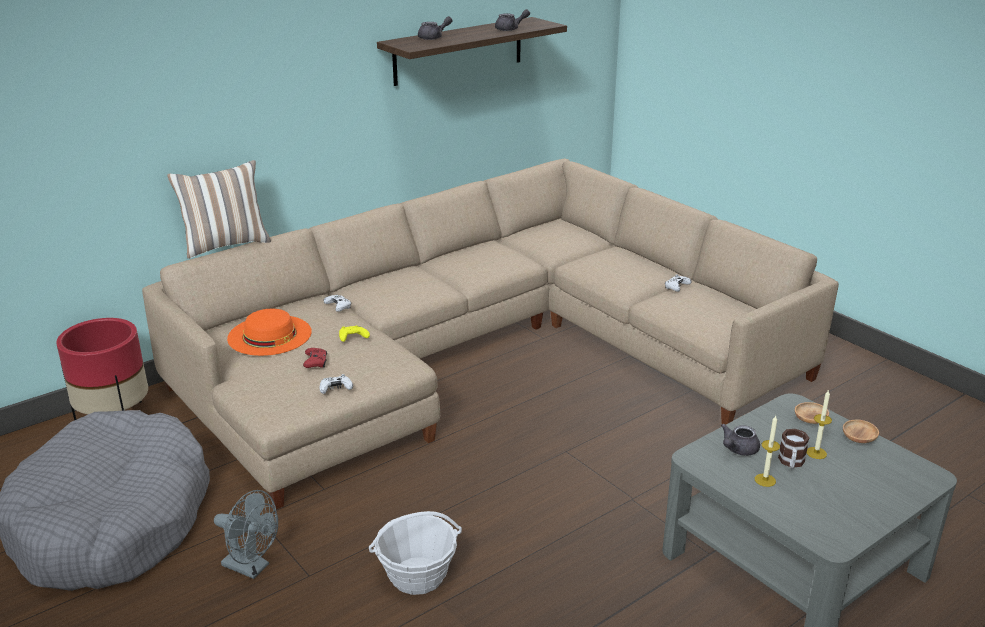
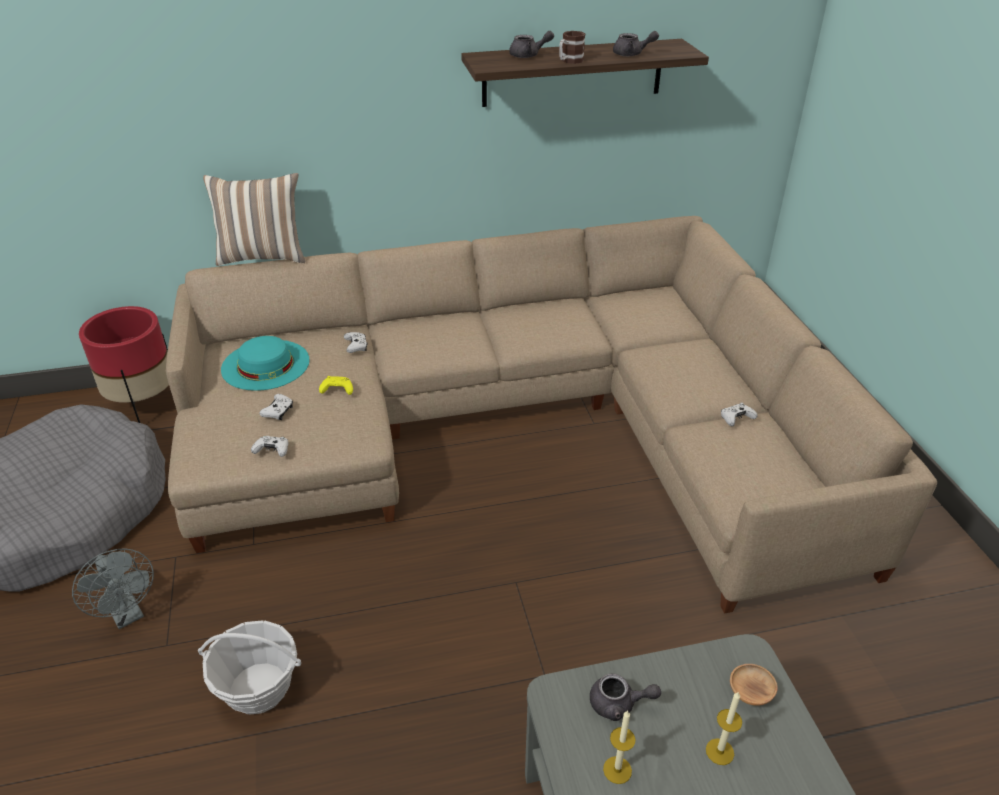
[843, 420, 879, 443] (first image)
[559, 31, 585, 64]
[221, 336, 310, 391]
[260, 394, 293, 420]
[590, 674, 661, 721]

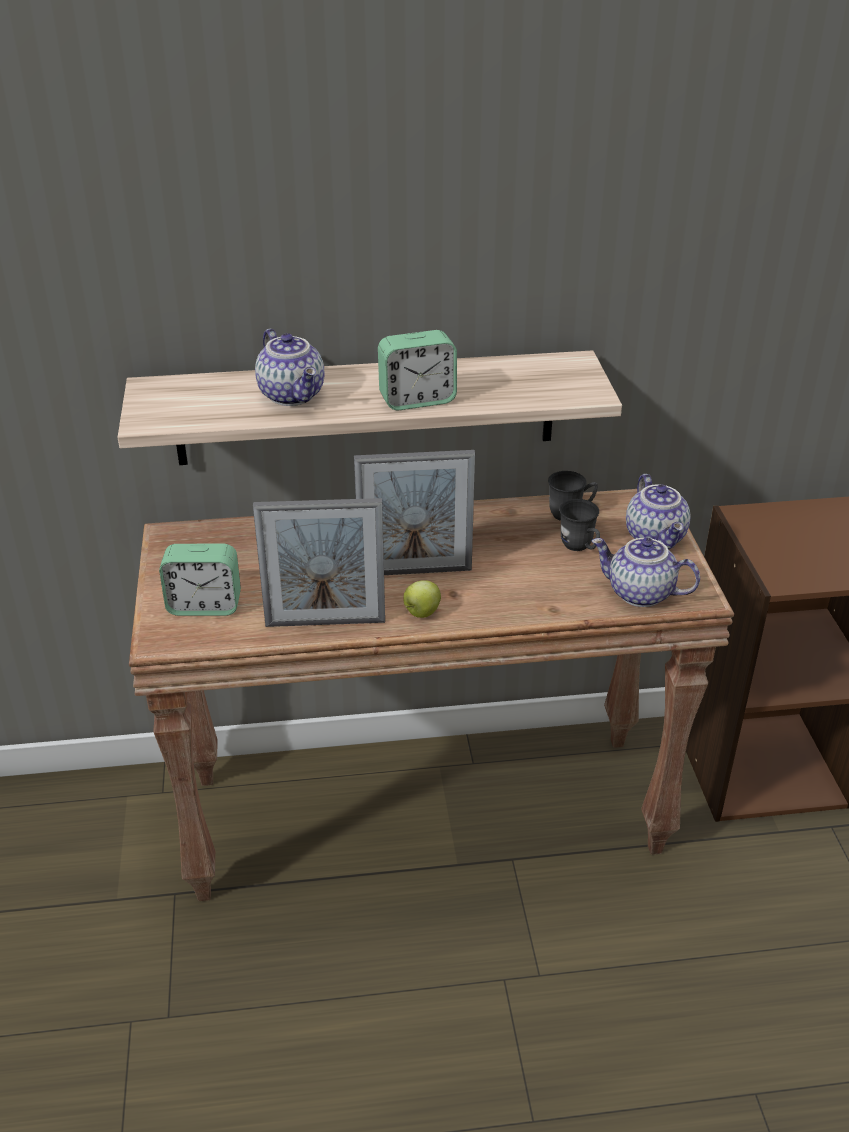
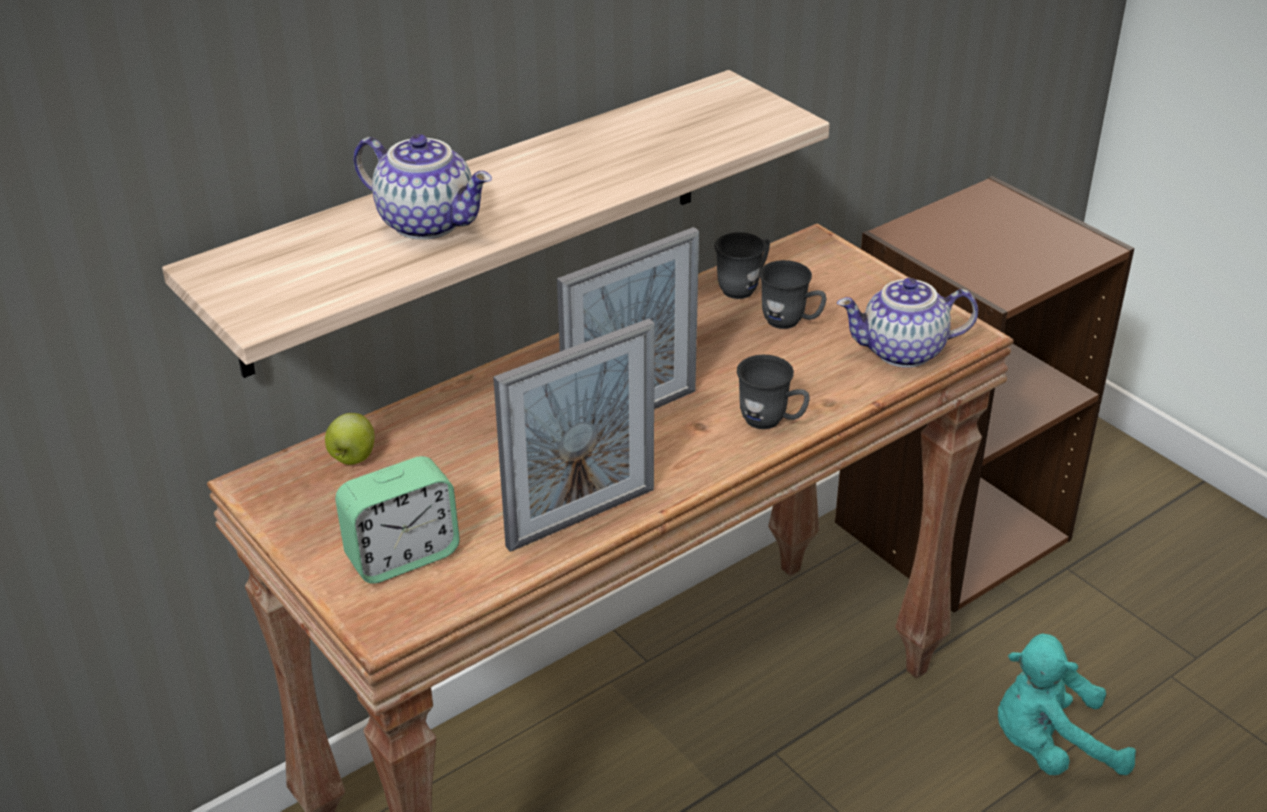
[378, 330, 457, 411] (first image)
[626, 474, 691, 550] (first image)
[737, 355, 810, 429]
[998, 633, 1136, 775]
[325, 413, 375, 465]

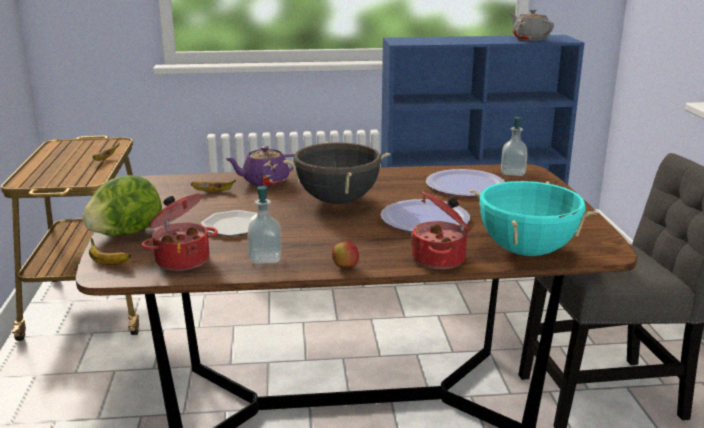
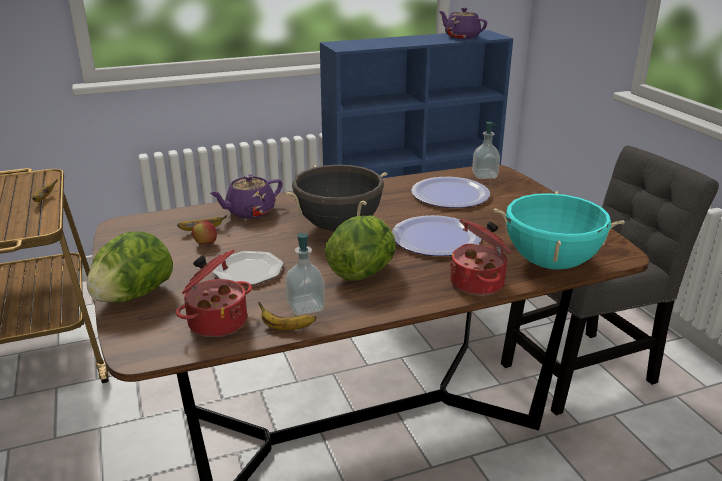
[325, 215, 396, 281]
[258, 302, 316, 330]
[192, 221, 217, 245]
[439, 8, 487, 39]

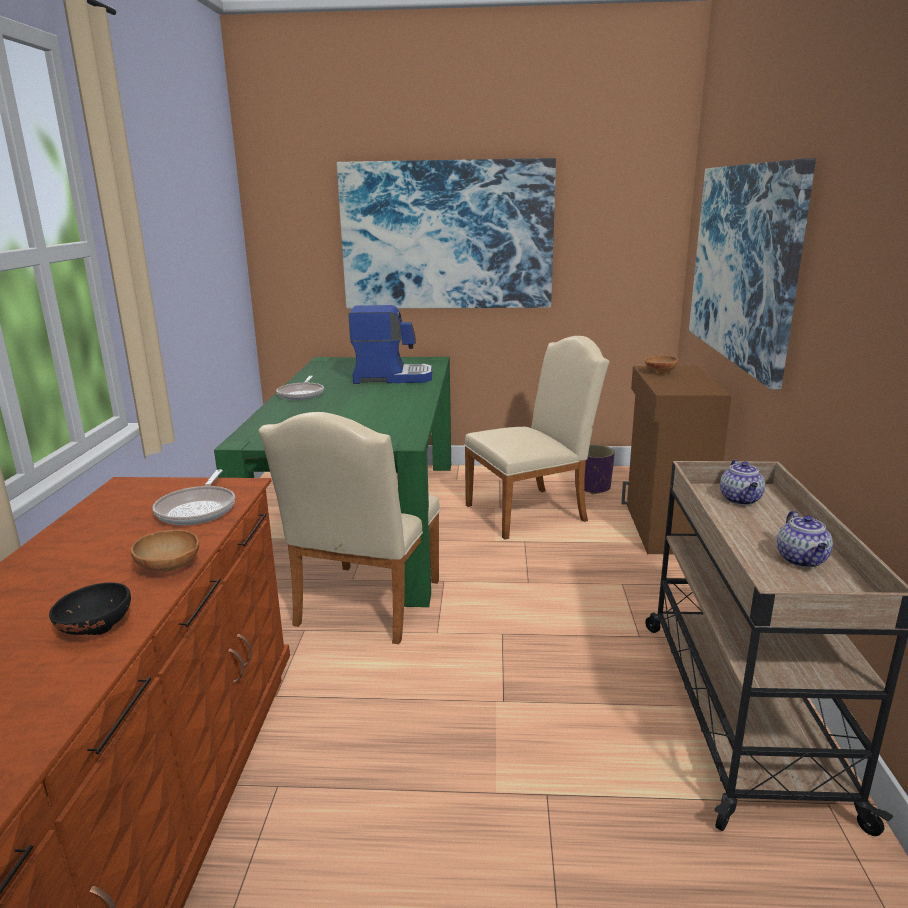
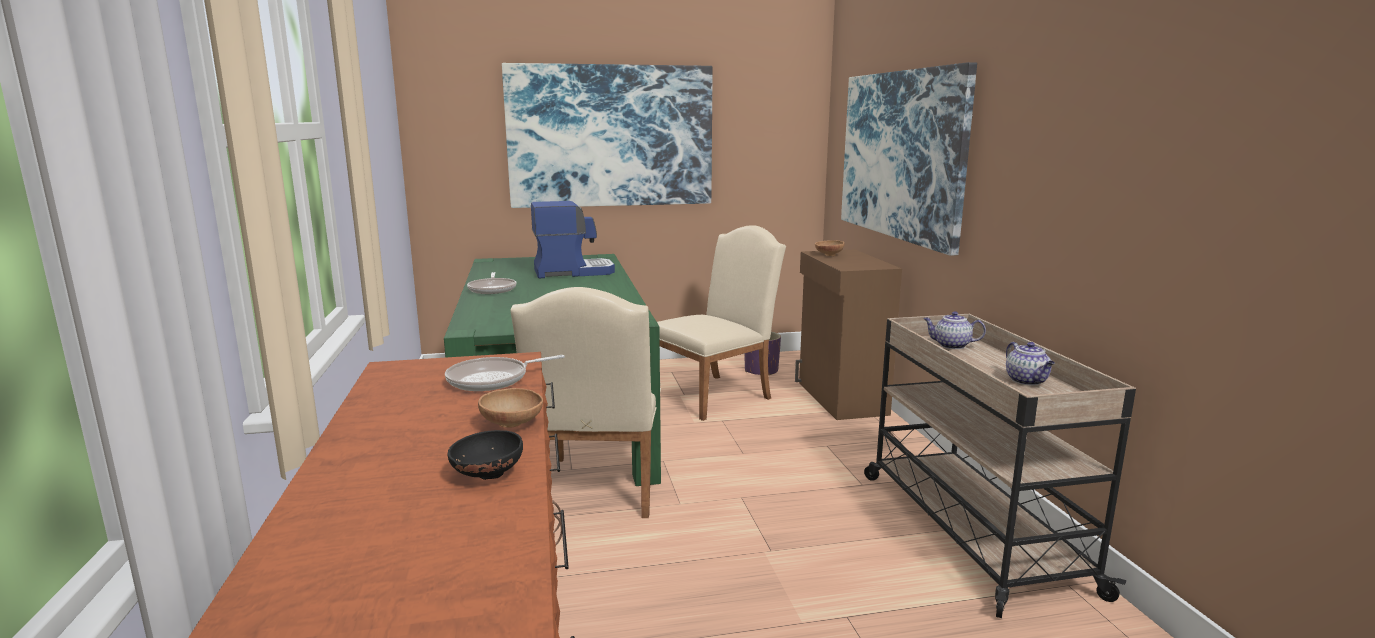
[445, 355, 565, 391]
[923, 311, 986, 349]

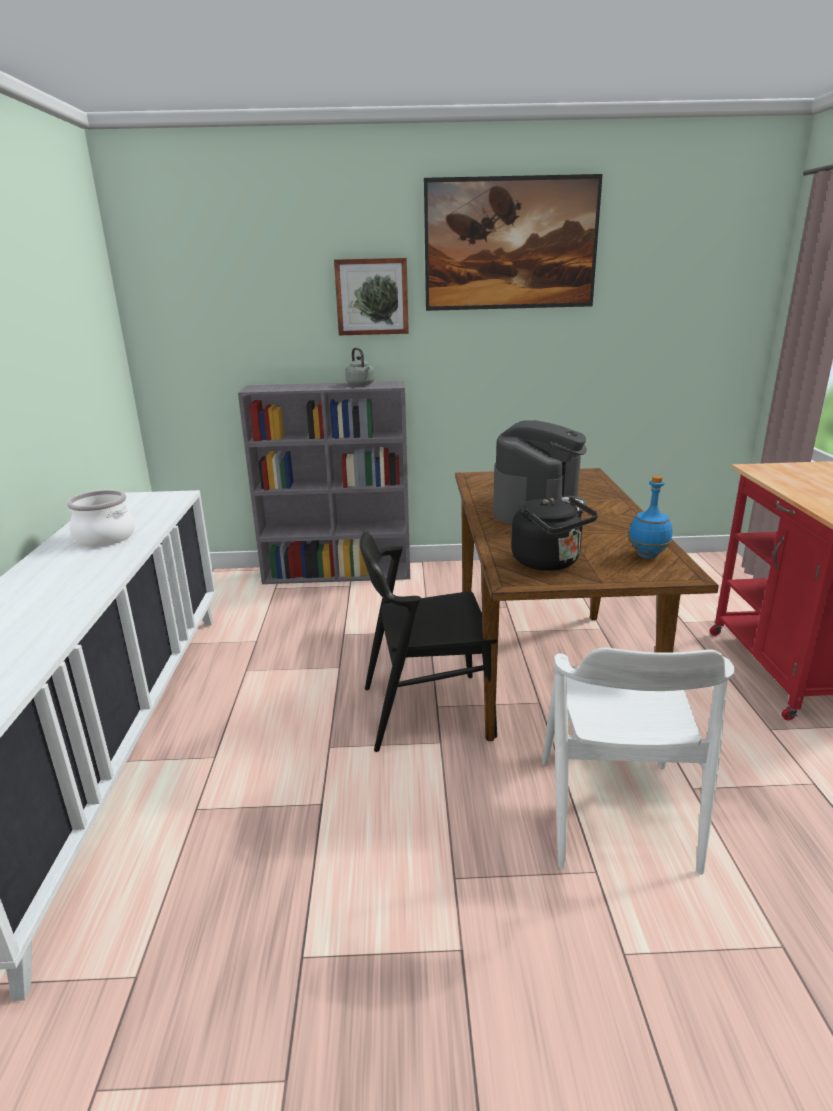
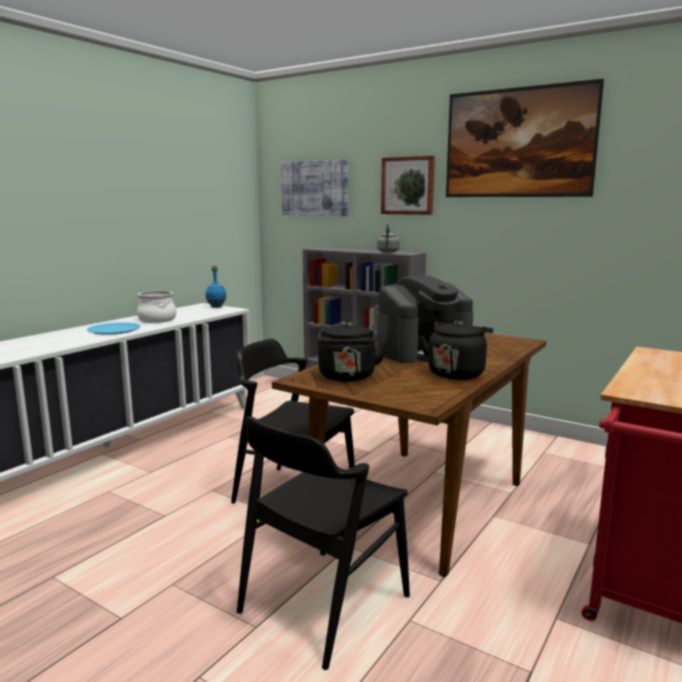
[87, 322, 140, 335]
[281, 159, 348, 216]
[419, 321, 493, 380]
[205, 266, 227, 308]
[237, 416, 410, 670]

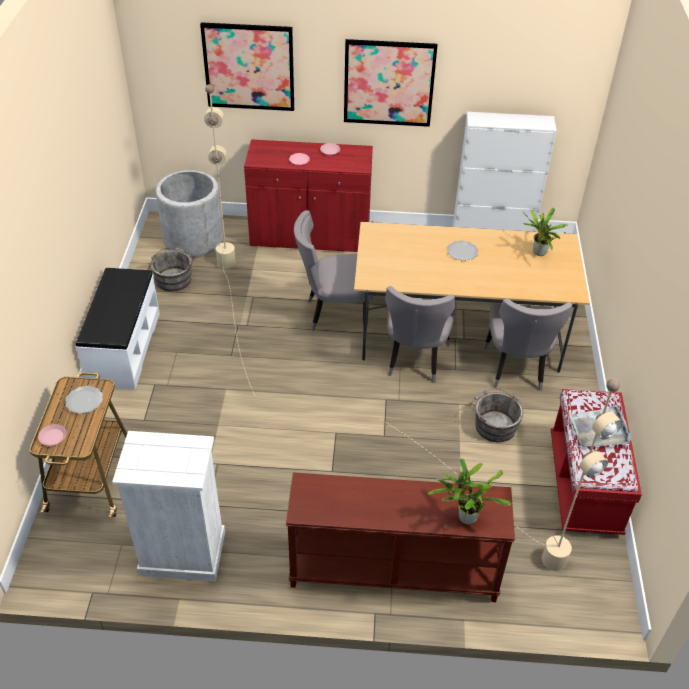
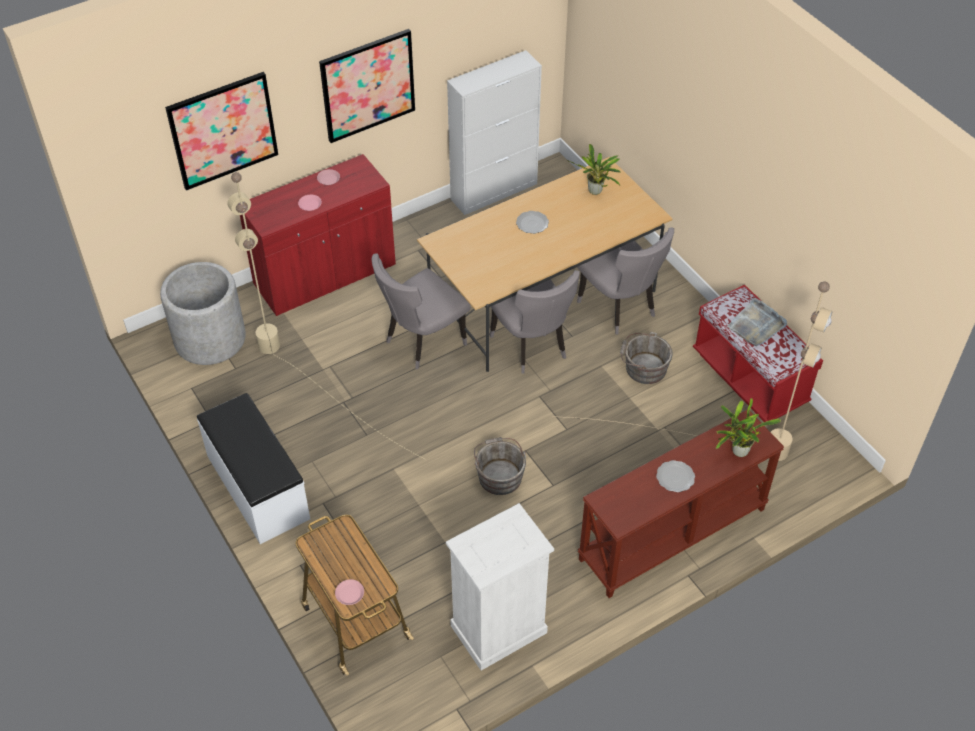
[656, 460, 695, 492]
[474, 437, 526, 495]

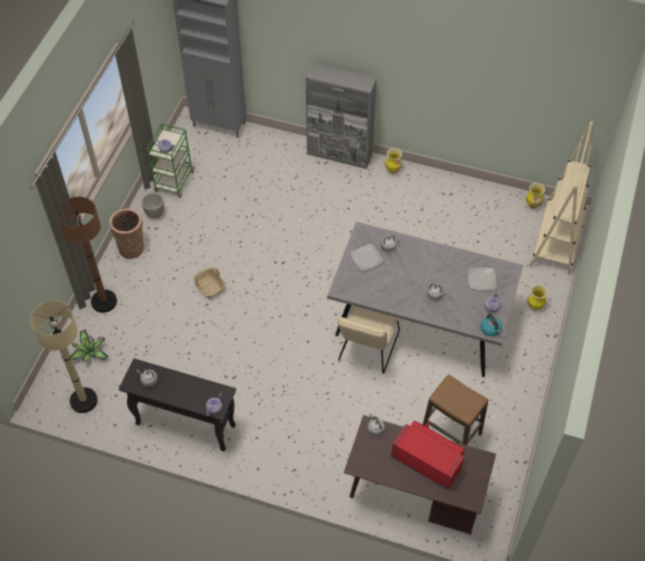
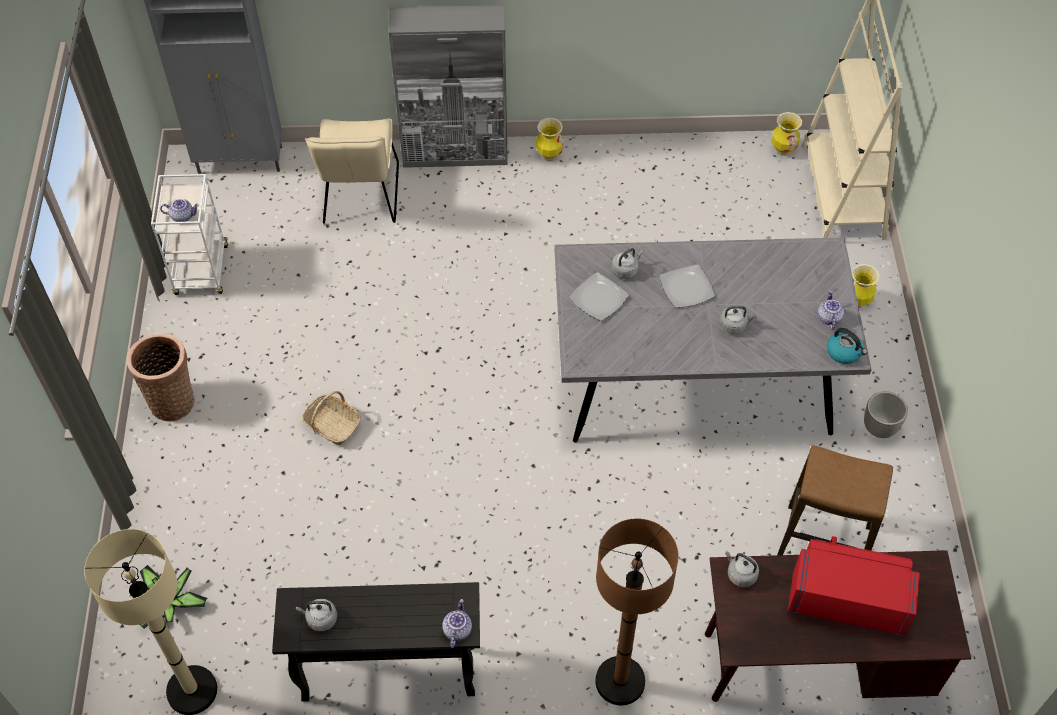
[595, 518, 679, 705]
[864, 391, 908, 438]
[305, 118, 399, 224]
[659, 265, 715, 308]
[151, 174, 228, 295]

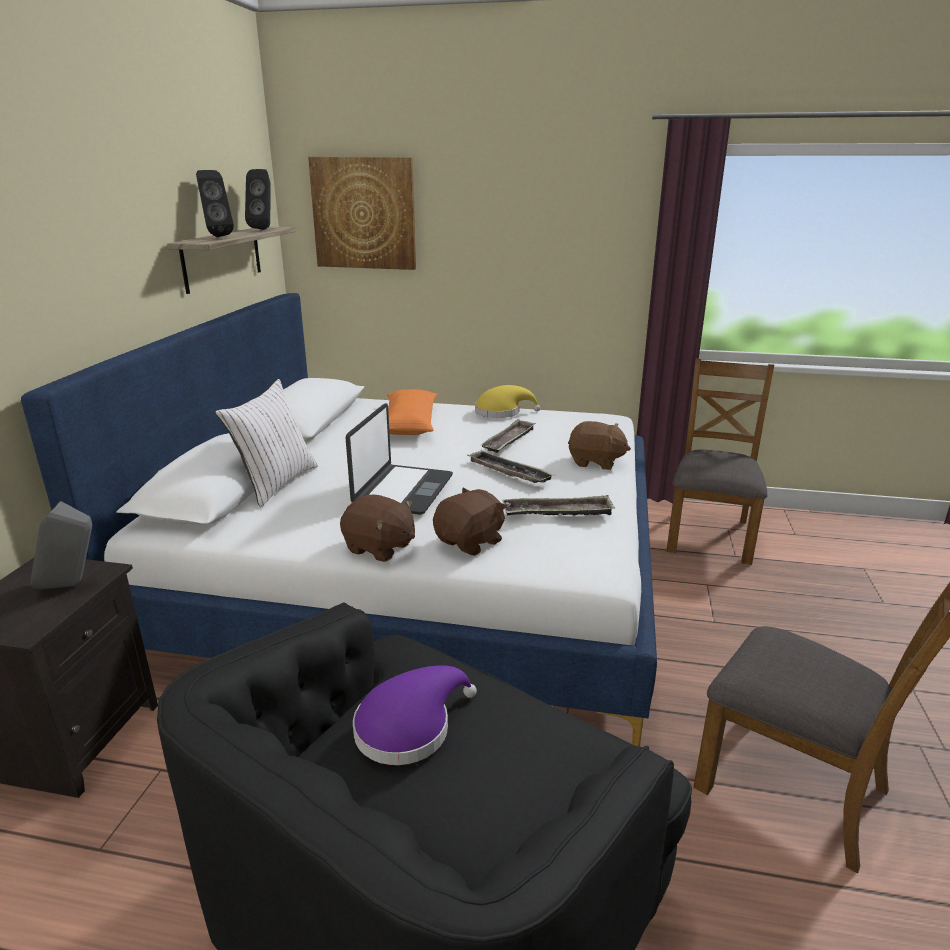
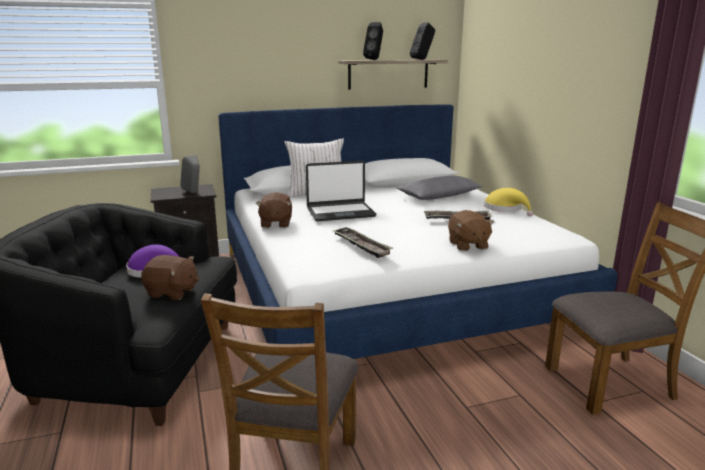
[308, 157, 416, 270] (first image)
[467, 450, 555, 483] (first image)
[141, 255, 199, 300]
[397, 176, 483, 200]

